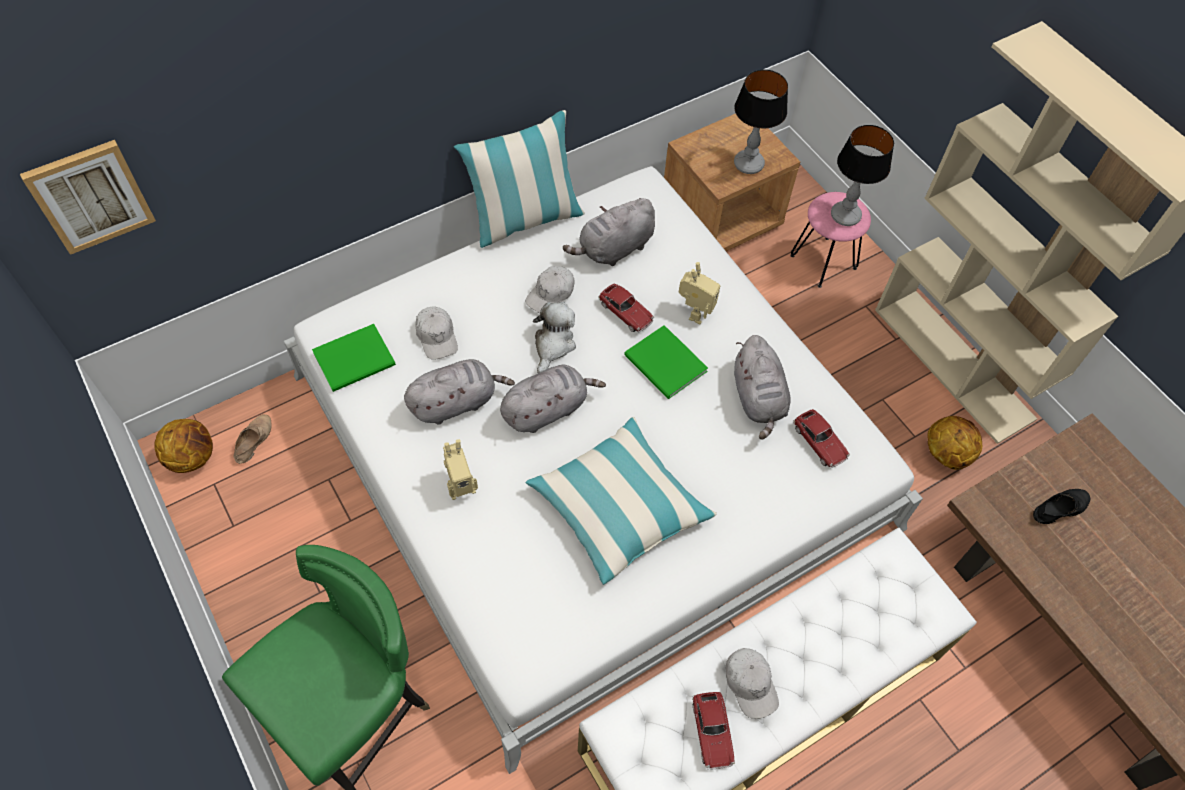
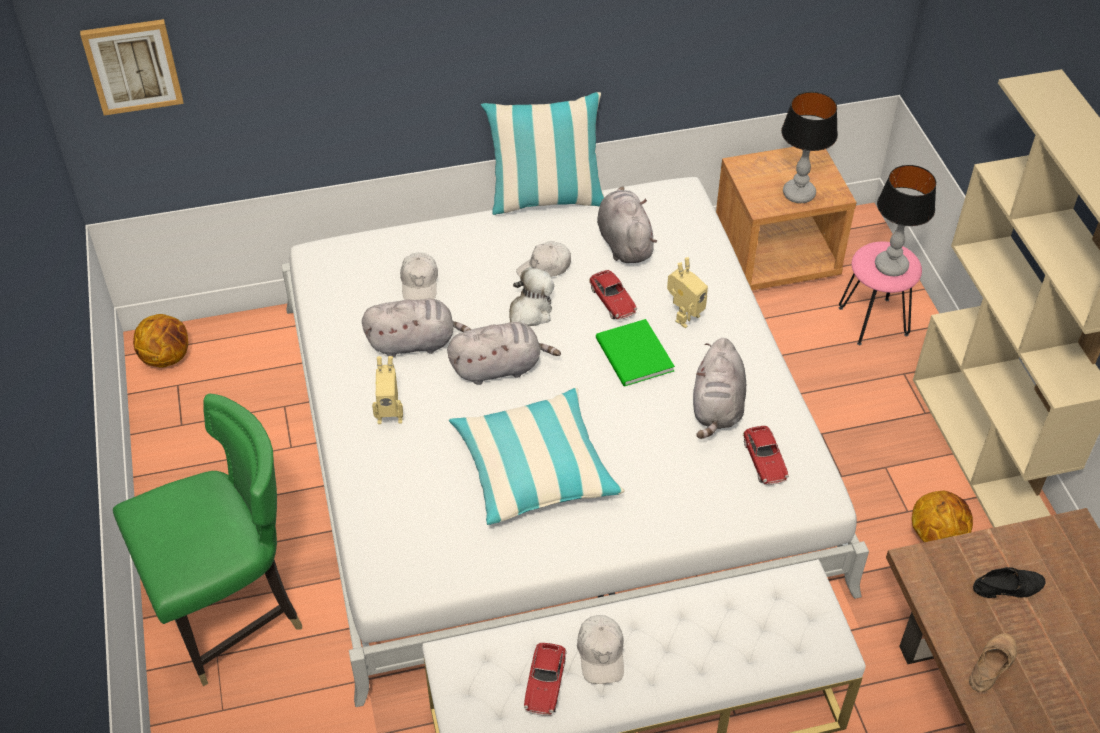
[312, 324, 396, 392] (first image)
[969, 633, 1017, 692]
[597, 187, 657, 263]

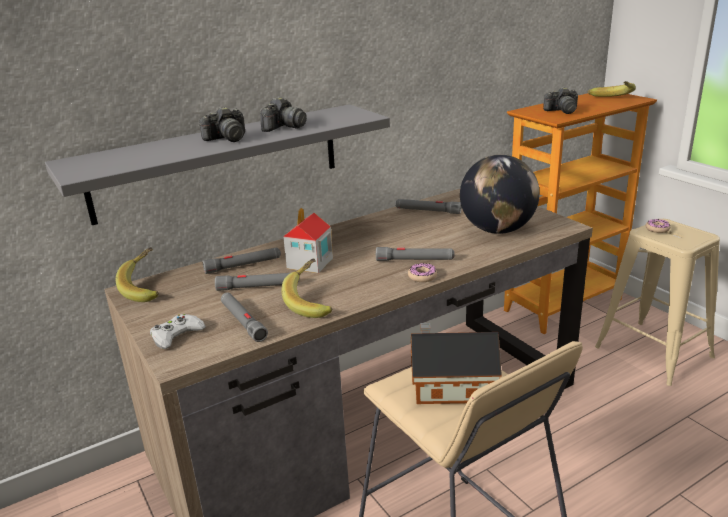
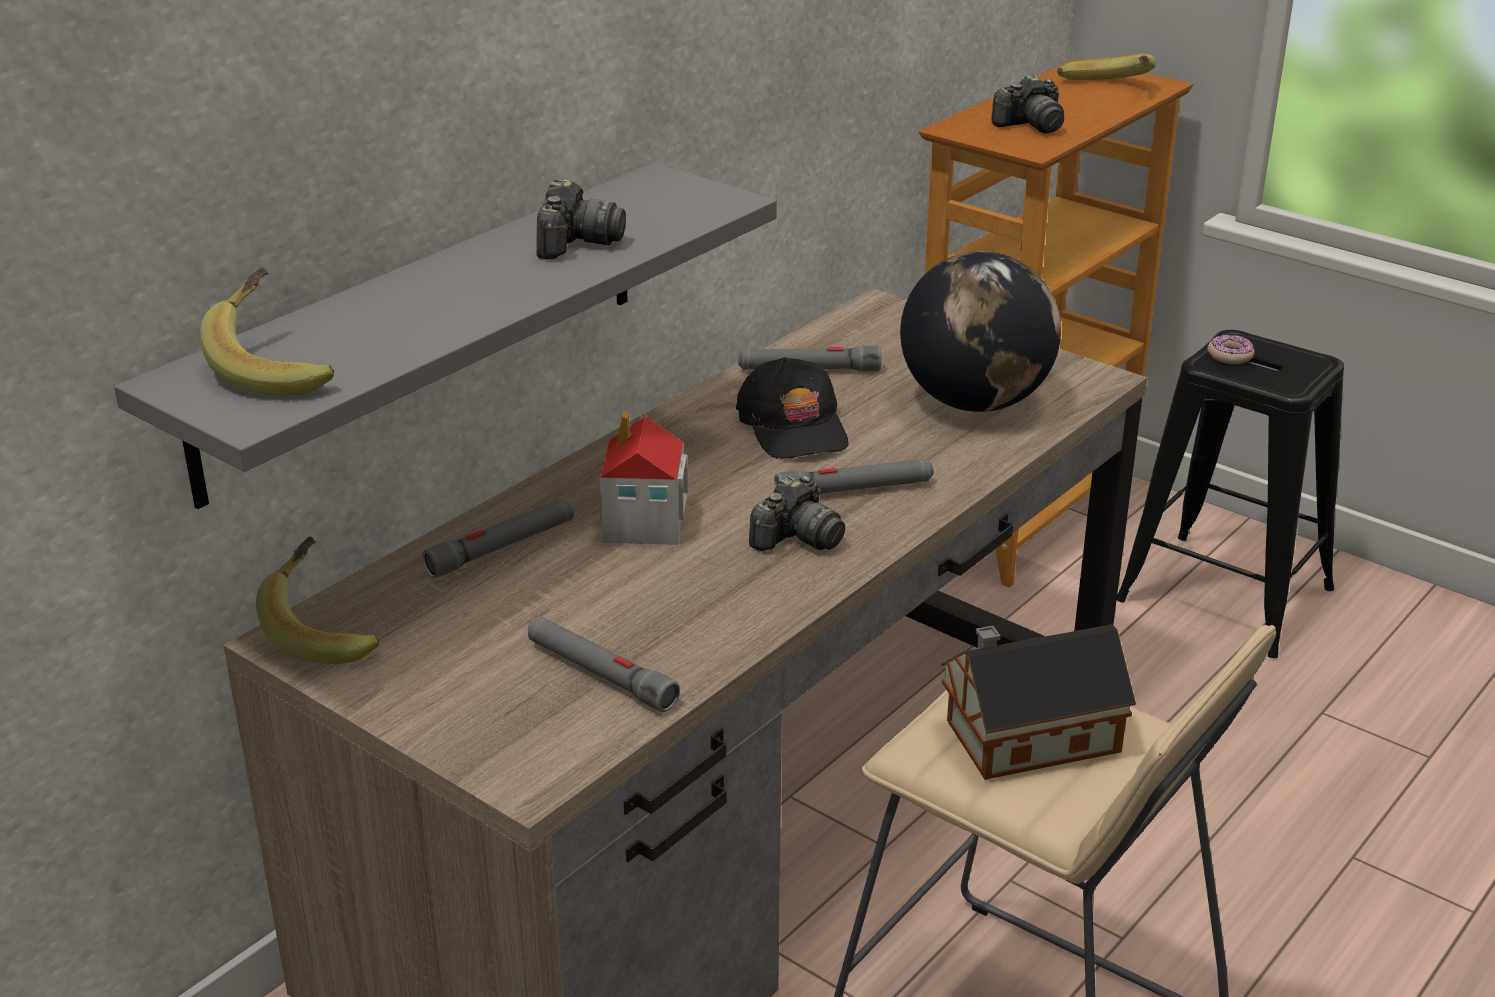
[150, 314, 206, 349] (first image)
[215, 273, 299, 291] (first image)
[408, 263, 437, 282] (first image)
[736, 357, 849, 459]
[749, 475, 845, 551]
[200, 267, 334, 396]
[1117, 330, 1344, 658]

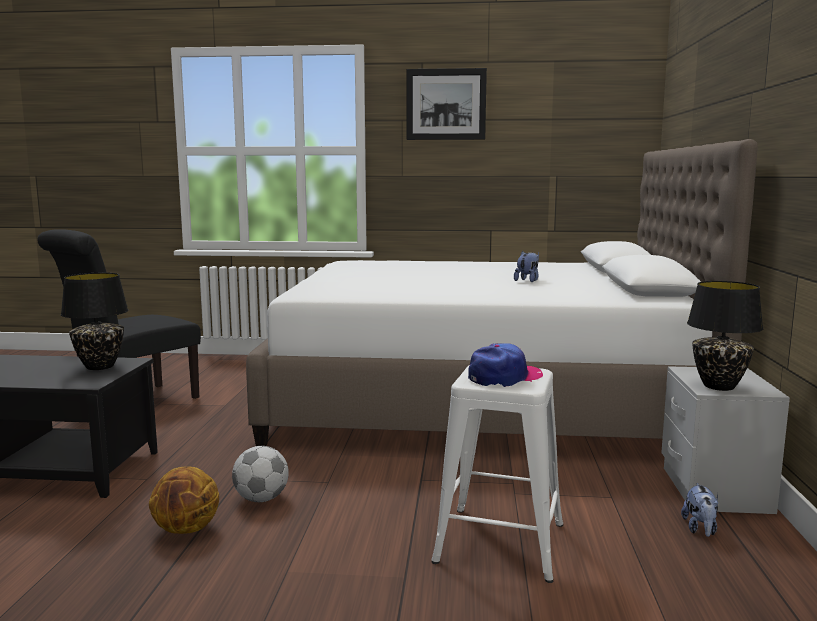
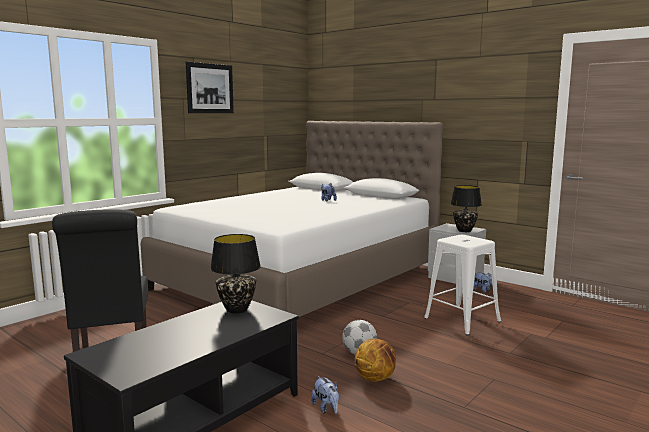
[468, 343, 543, 387] (first image)
[311, 376, 339, 414]

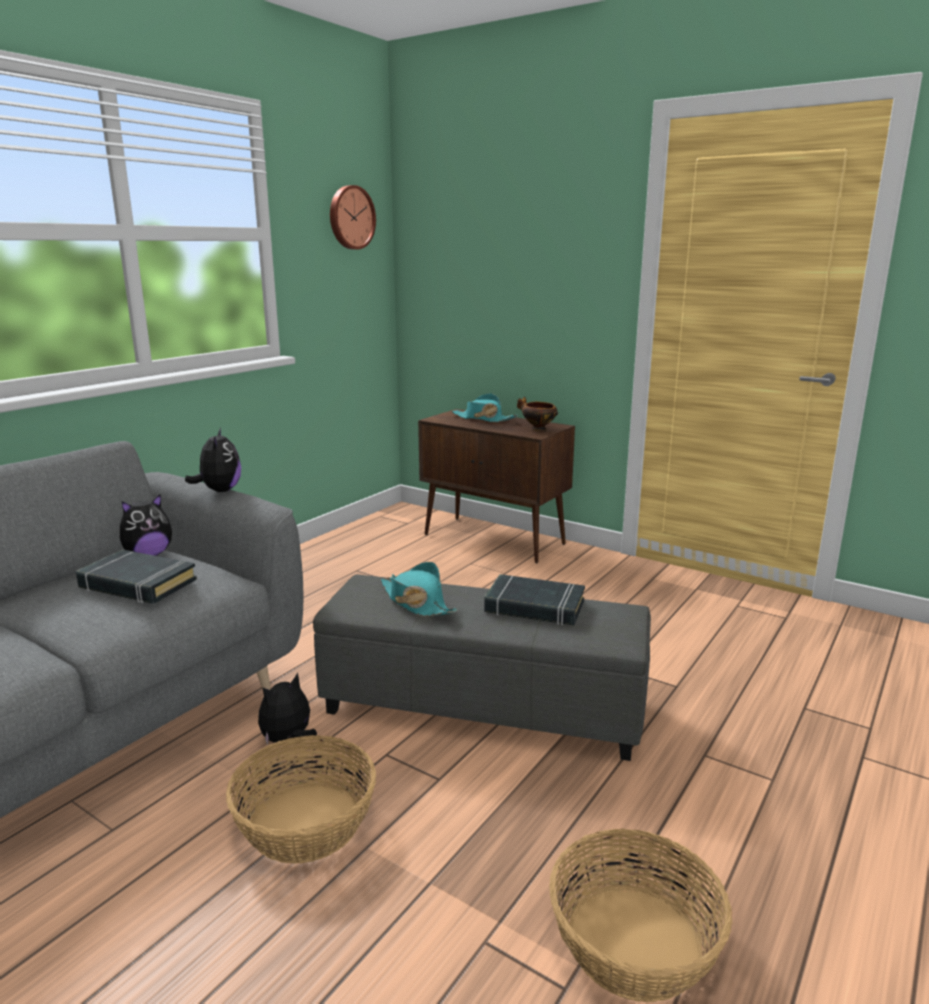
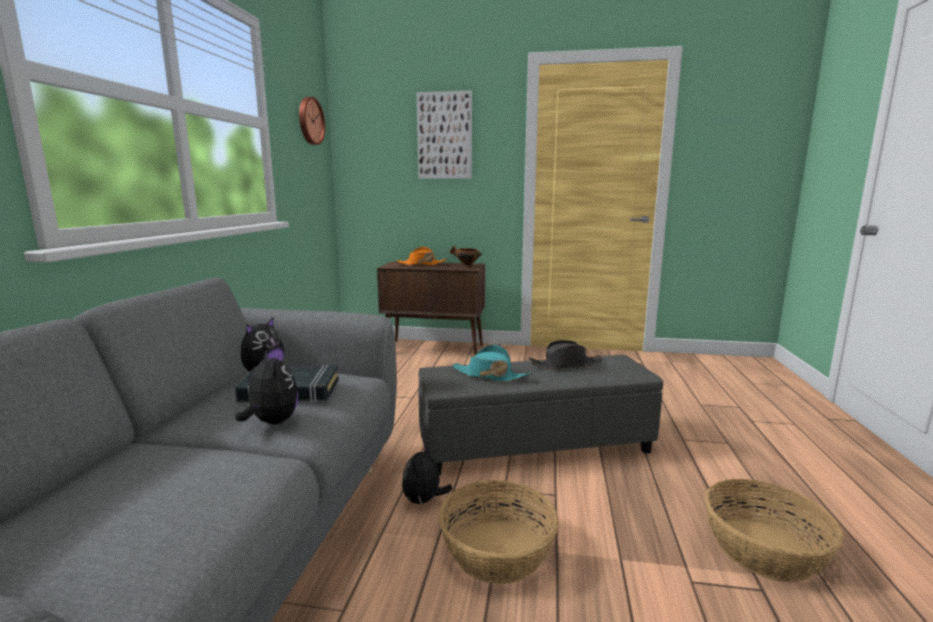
[417, 91, 472, 179]
[235, 349, 298, 424]
[528, 340, 603, 370]
[397, 247, 447, 265]

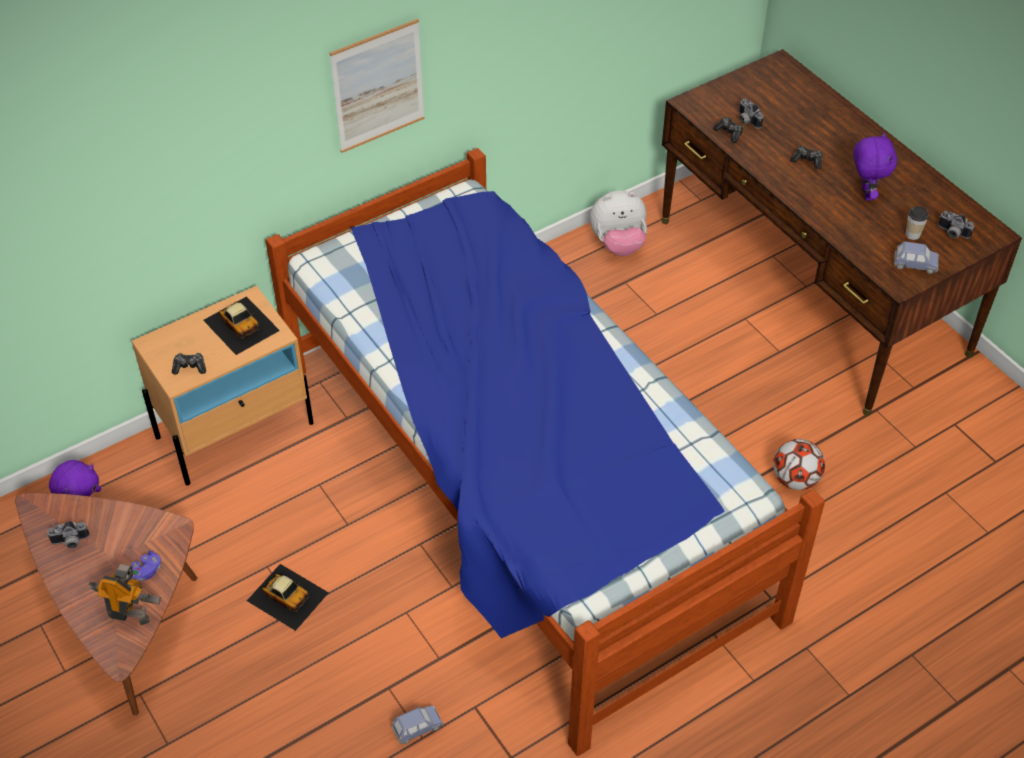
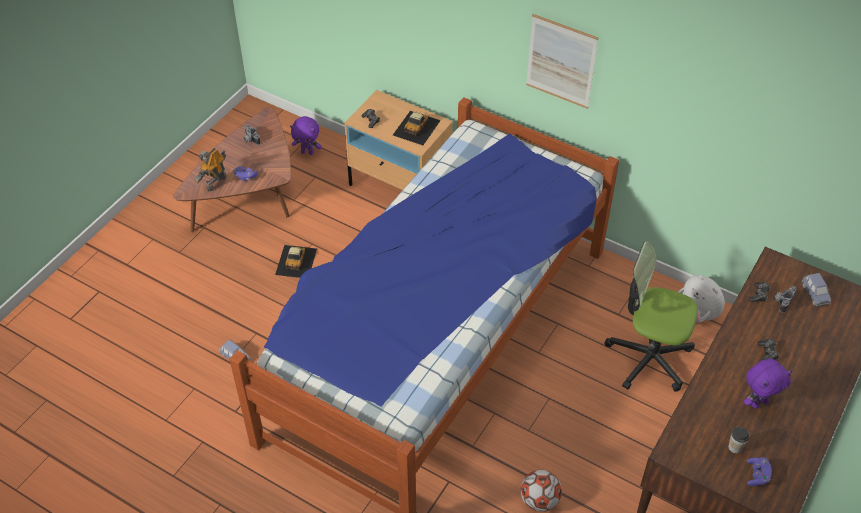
[605, 241, 698, 392]
[802, 273, 831, 307]
[747, 457, 772, 486]
[194, 148, 226, 192]

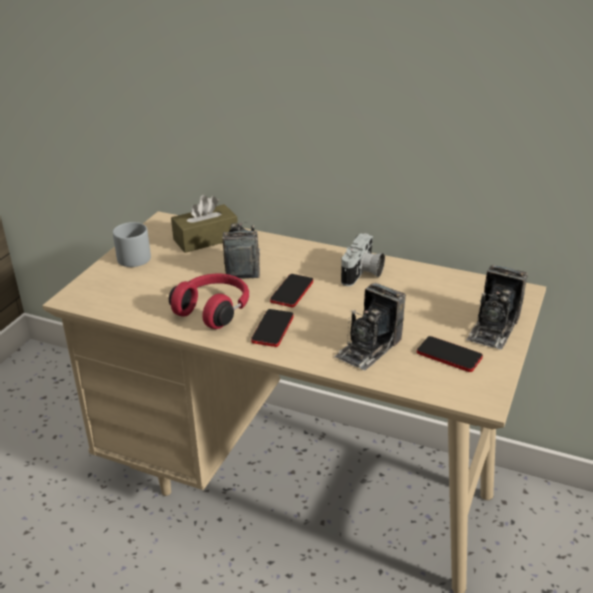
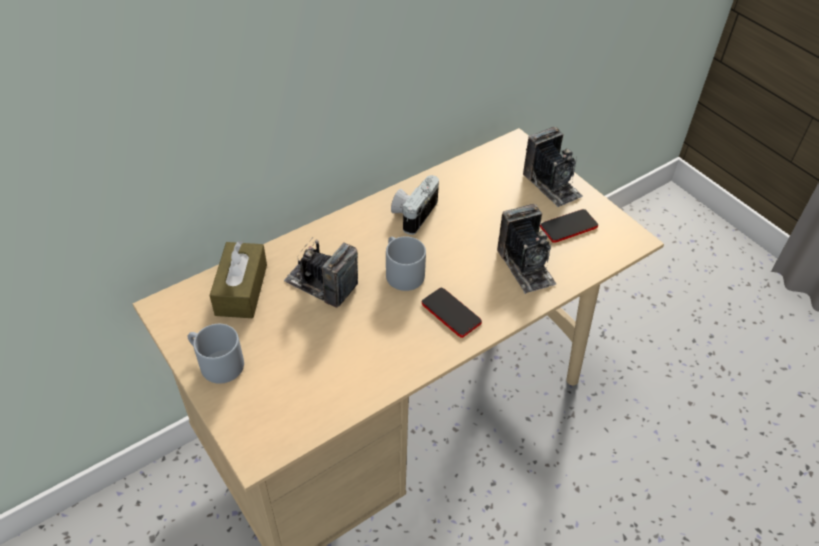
[169, 274, 249, 329] (first image)
[386, 236, 426, 291]
[391, 175, 439, 235]

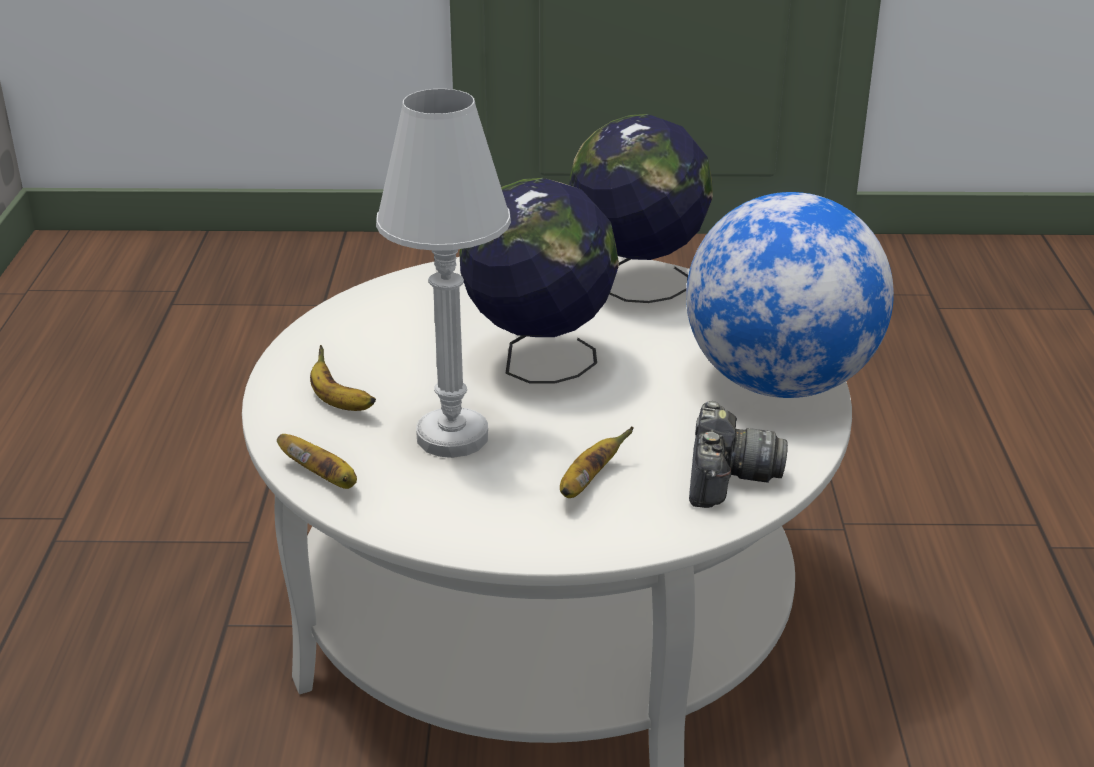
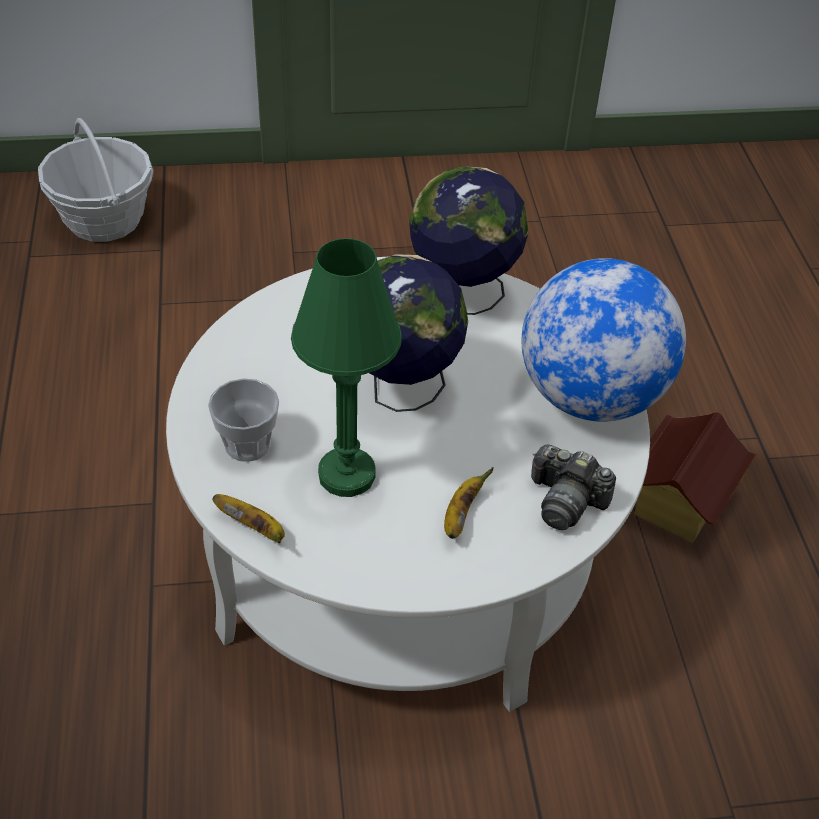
[38, 118, 153, 242]
[634, 412, 756, 543]
[208, 378, 279, 462]
[291, 238, 402, 497]
[531, 444, 616, 530]

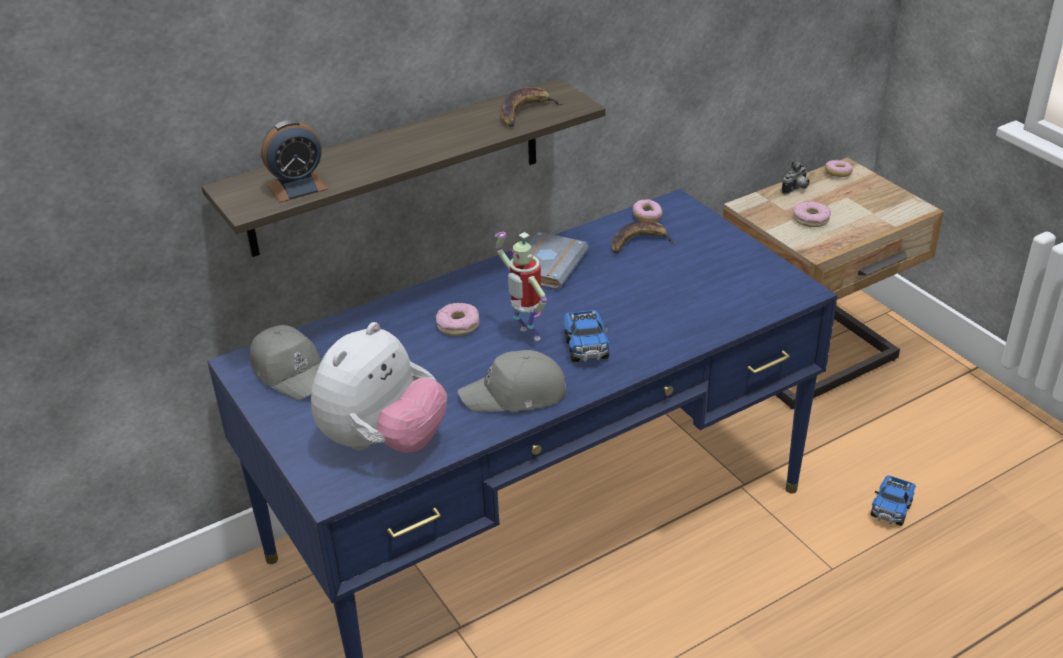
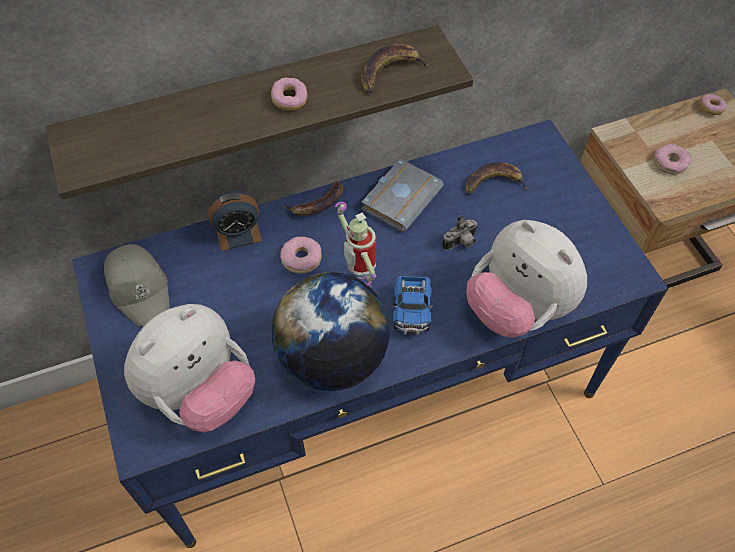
[871, 475, 916, 526] (first image)
[282, 181, 343, 216]
[466, 220, 587, 338]
[208, 190, 262, 251]
[271, 78, 307, 111]
[442, 215, 478, 250]
[272, 272, 390, 391]

